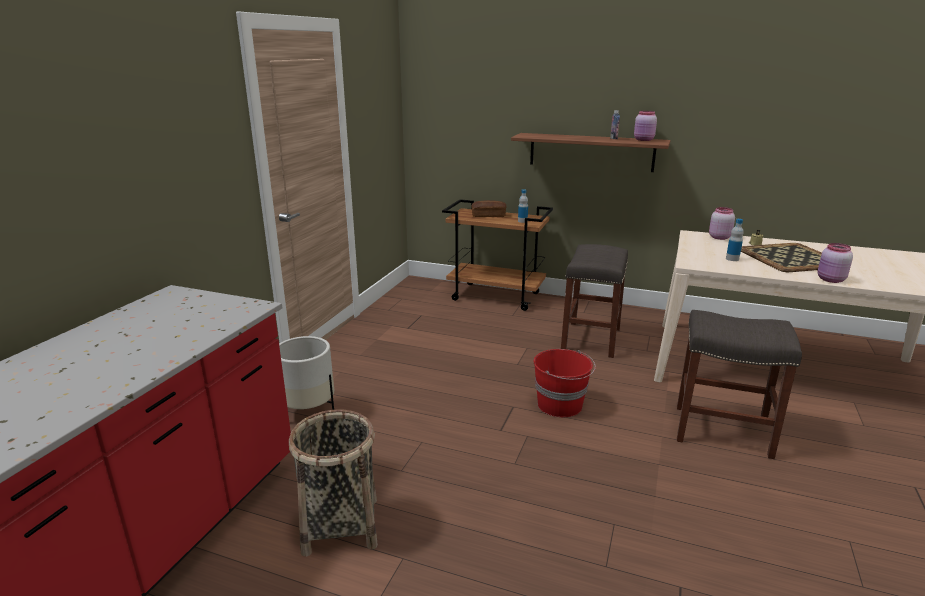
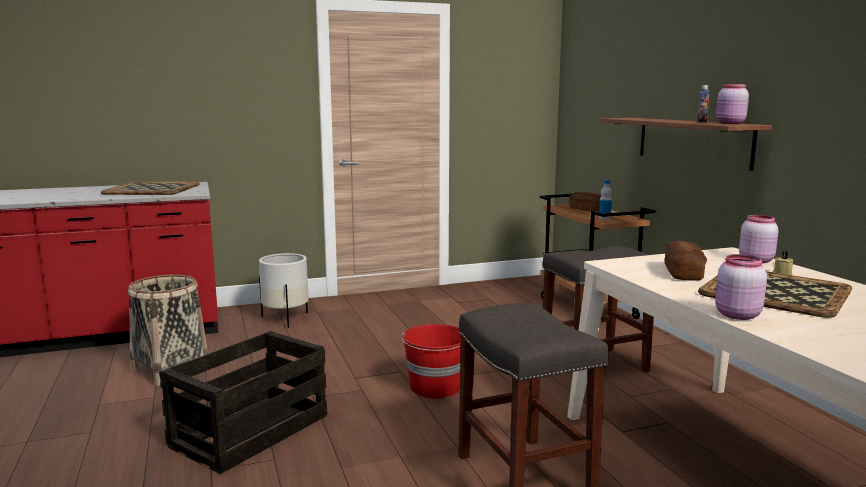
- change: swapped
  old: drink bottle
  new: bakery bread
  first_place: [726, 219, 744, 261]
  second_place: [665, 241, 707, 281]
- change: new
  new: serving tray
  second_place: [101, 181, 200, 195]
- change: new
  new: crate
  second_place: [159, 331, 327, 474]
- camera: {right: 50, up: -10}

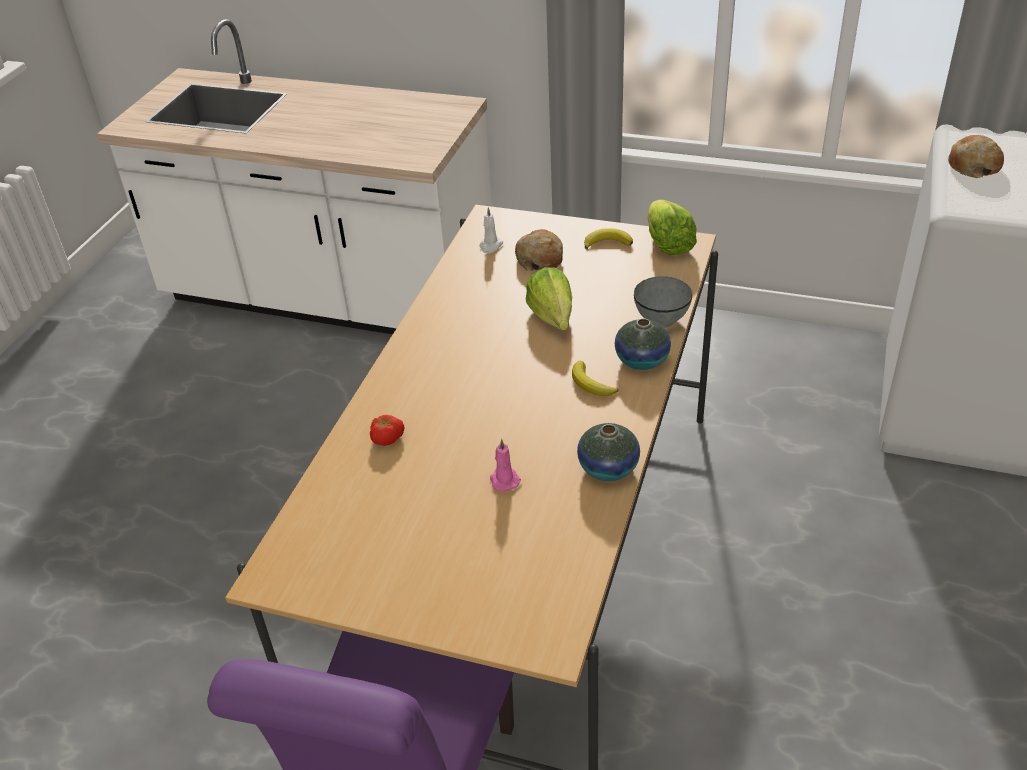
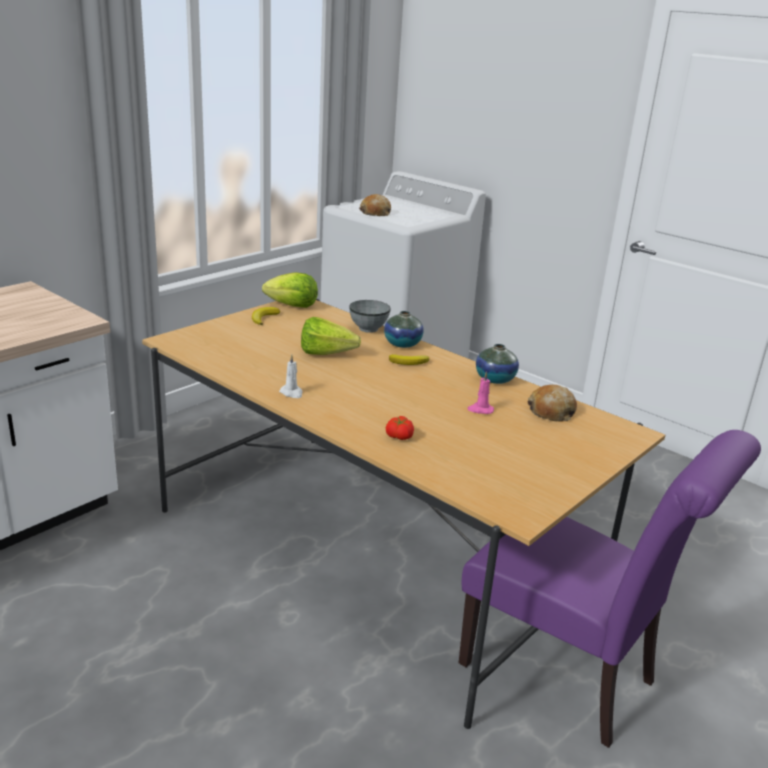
- change: shifted
  old: wax candle (whitish)
  first_place: [479, 207, 503, 253]
  second_place: [279, 355, 303, 398]
- change: shifted
  old: bakery bread
  first_place: [515, 229, 563, 271]
  second_place: [528, 385, 577, 421]
- camera: {right: -70, up: -15}

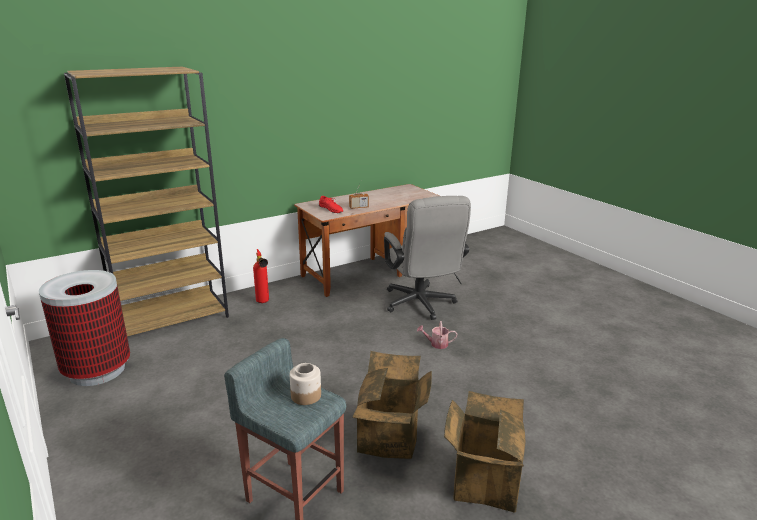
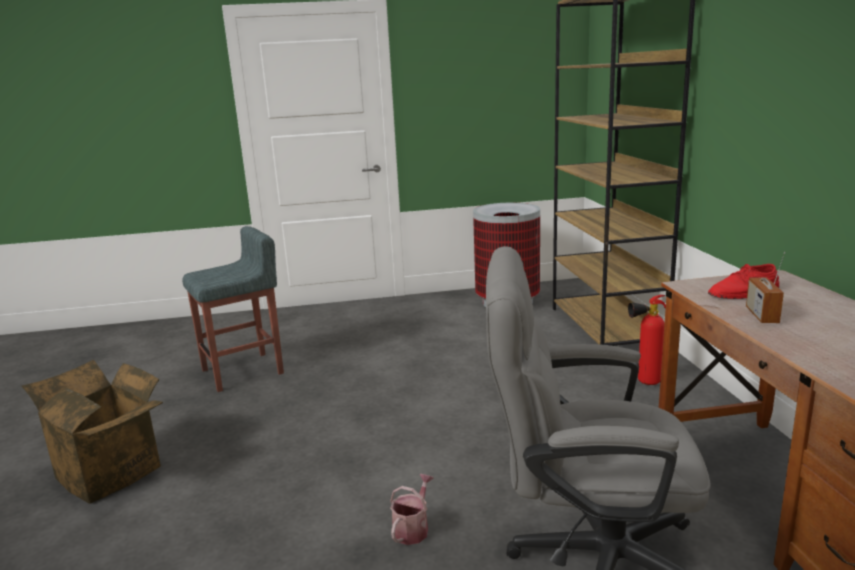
- change: gone
  old: packing box
  first_place: [353, 351, 432, 459]
- change: gone
  old: jar
  first_place: [290, 363, 321, 405]
- camera: {right: 115, up: -5}

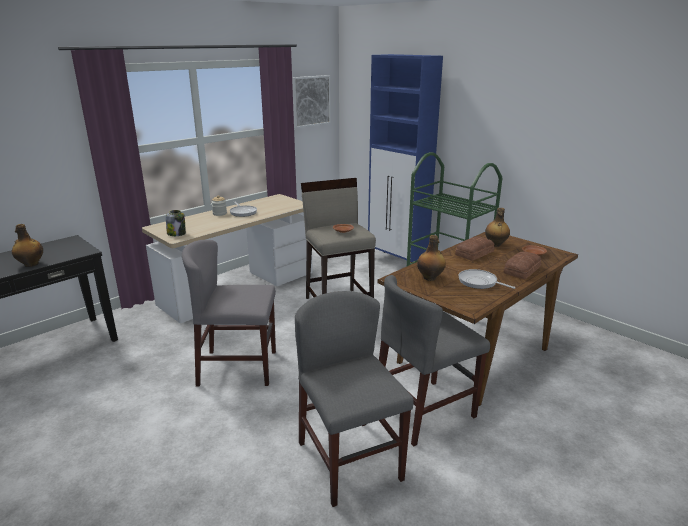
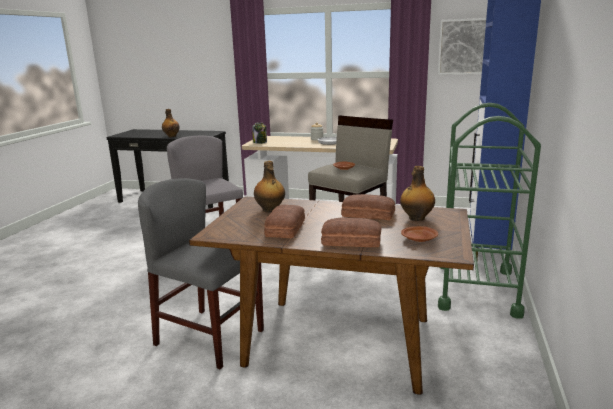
- change: swapped
  old: frying pan
  new: bakery bread
  first_place: [459, 269, 515, 289]
  second_place: [264, 205, 305, 238]
- change: gone
  old: plain chair (gray)
  first_place: [295, 291, 414, 507]
- camera: {right: 60, up: -5}

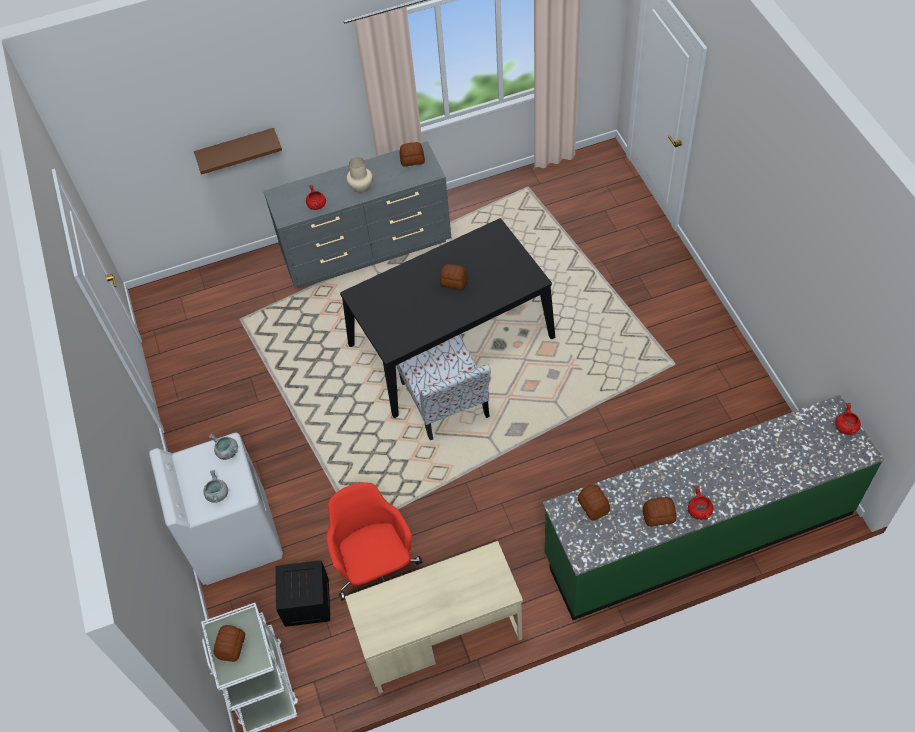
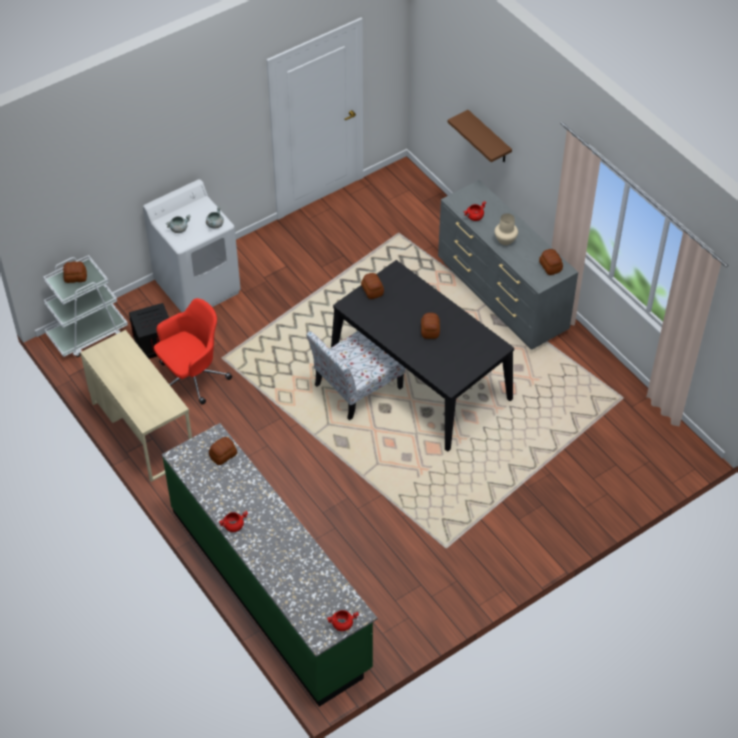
- change: shifted
  old: bakery bread
  first_place: [643, 497, 676, 527]
  second_place: [361, 273, 384, 299]
- camera: {right: 70, up: -5}

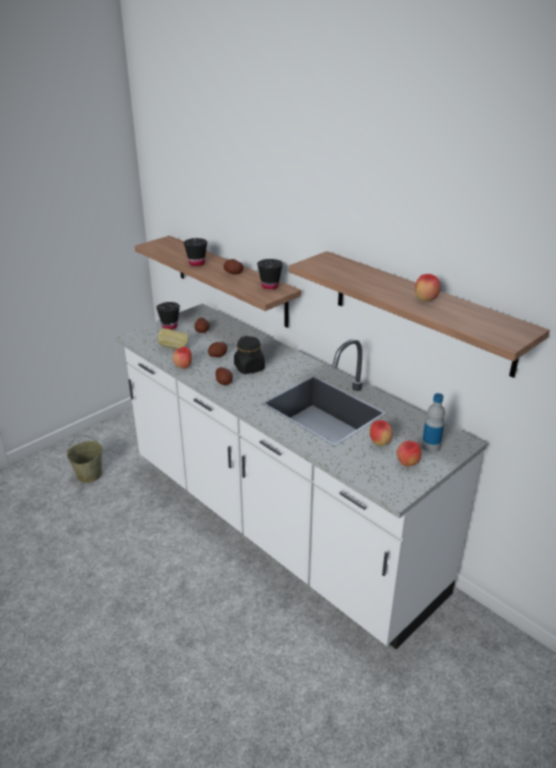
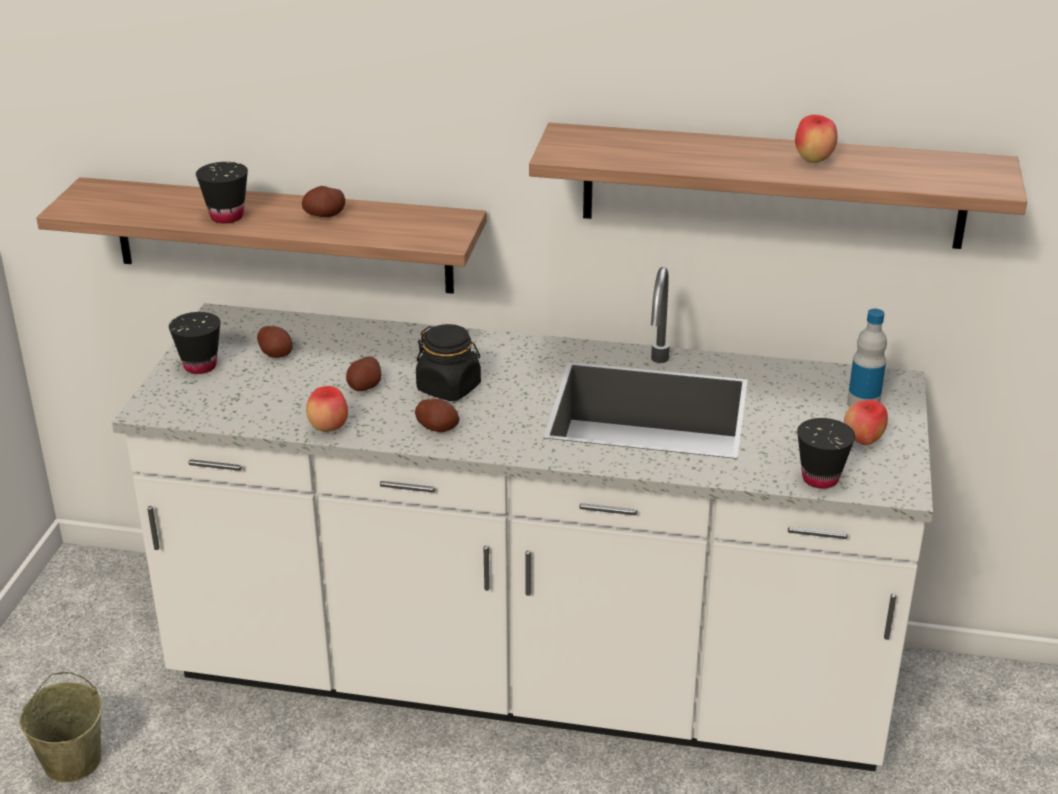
- change: shifted
  old: drinking cup (black-coloured)
  first_place: [257, 259, 283, 289]
  second_place: [797, 418, 855, 489]
- change: gone
  old: bakery bread
  first_place: [157, 328, 189, 349]
- change: gone
  old: whole apple
  first_place: [370, 420, 393, 446]
- camera: {right: -35, up: 0}

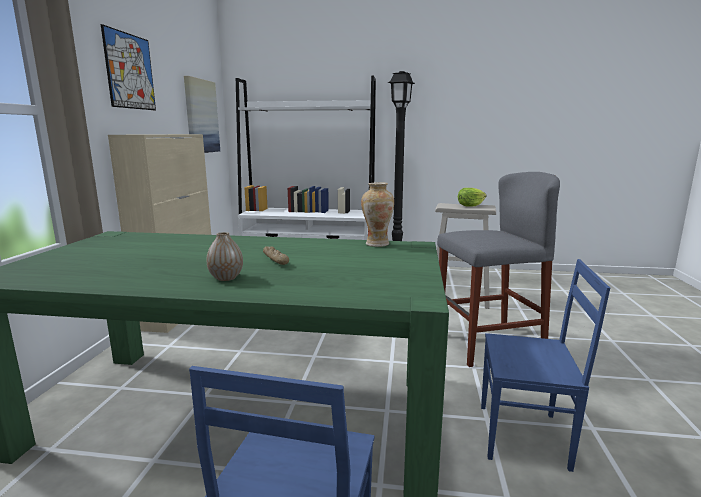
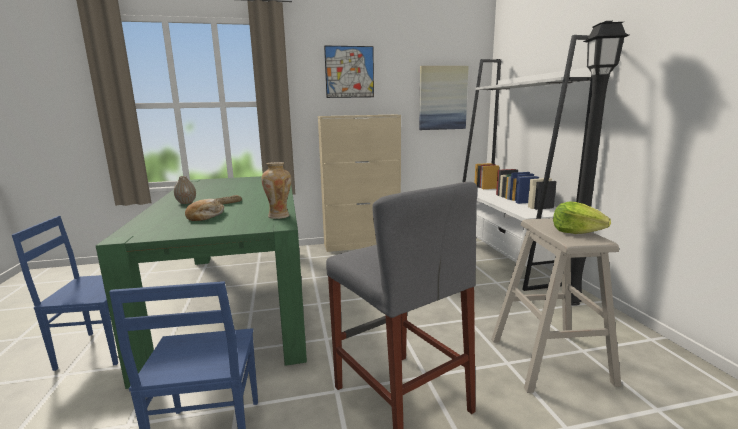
- change: new
  new: bakery bread
  second_place: [185, 199, 224, 221]
- camera: {right: 70, up: 0}

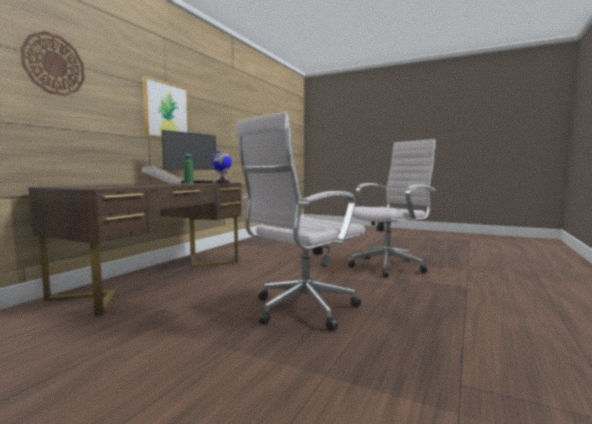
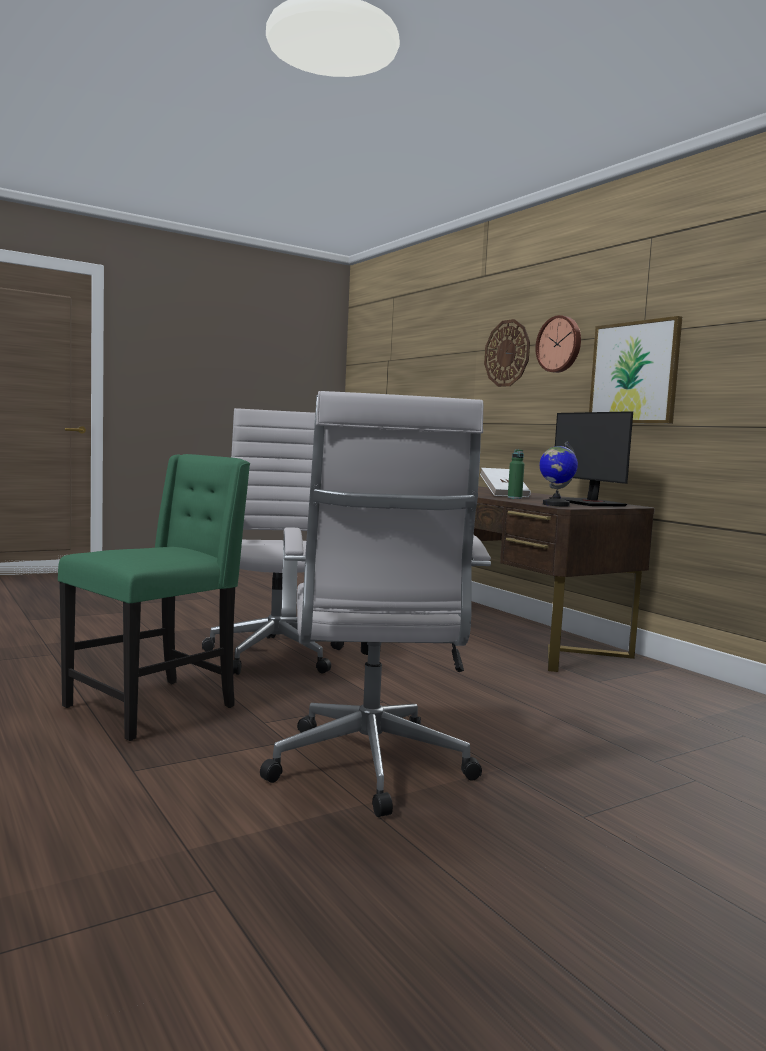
- change: new
  new: hanging clock
  second_place: [535, 315, 581, 373]
- change: new
  new: plain chair (green-coloured)
  second_place: [58, 454, 250, 741]
- camera: {right: 120, up: 0}

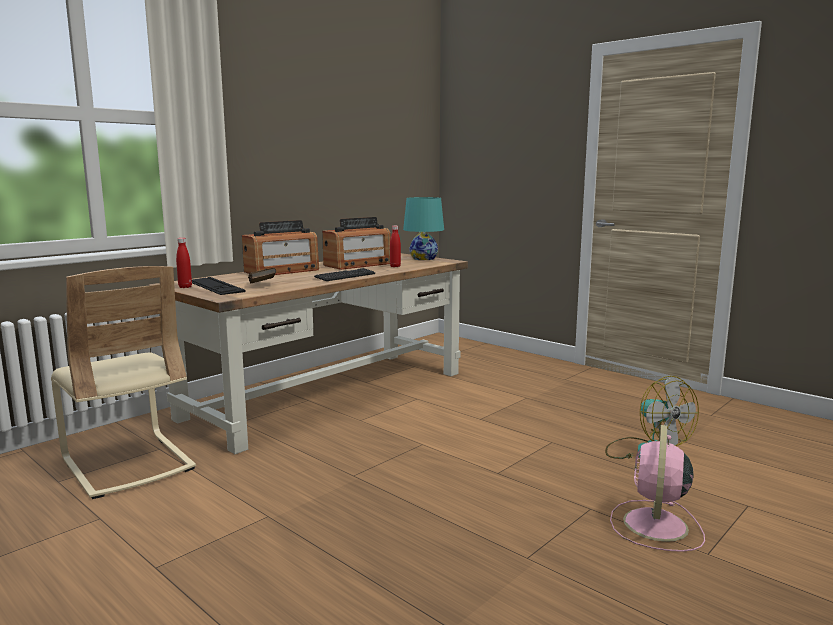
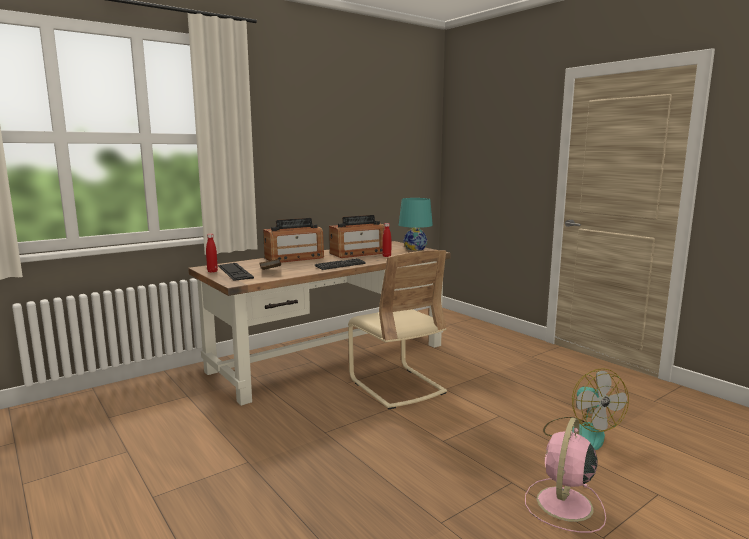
- change: shifted
  old: plain chair (beige-coloured)
  first_place: [51, 266, 196, 499]
  second_place: [348, 250, 447, 409]
- camera: {right: 10, up: 0}

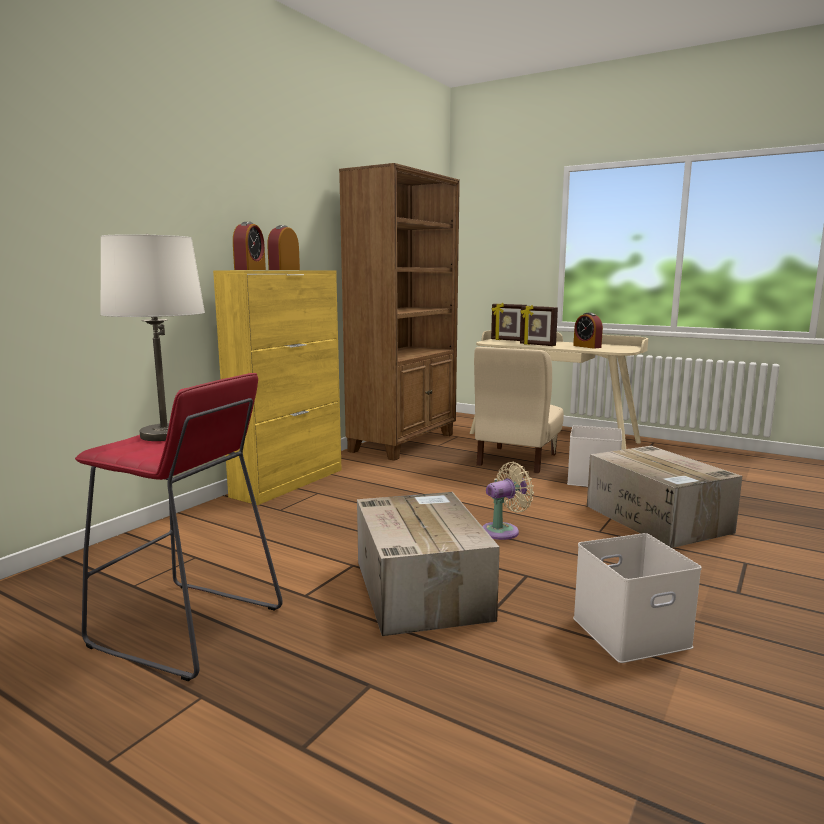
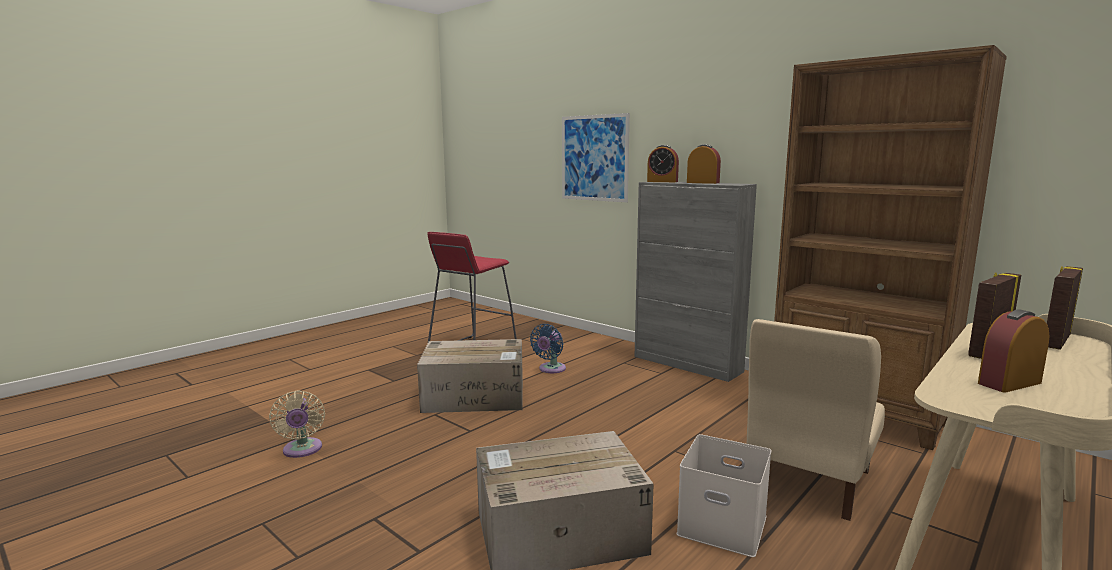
- change: gone
  old: lamp for a table (whitish)
  first_place: [100, 234, 205, 441]
- change: repainted
  old: storage cabinet (yellow)
  new: storage cabinet (gray)
  first_place: [213, 270, 341, 505]
  second_place: [634, 182, 757, 382]
- change: rotated
  old: plain chair (beige-coloured)
  first_place: [474, 347, 564, 473]
  second_place: [747, 319, 885, 521]
  degrees: -90
- change: shifted
  old: electric fan (beige-coloured)
  first_place: [482, 462, 534, 540]
  second_place: [269, 391, 325, 458]
- change: gone
  old: storage bin (whitish)
  first_place: [573, 533, 702, 663]
- change: new
  new: picture
  second_place: [562, 113, 630, 202]
- change: new
  new: electric fan (blue)
  second_place: [530, 324, 566, 373]
- camera: {right: 100, up: 0}

